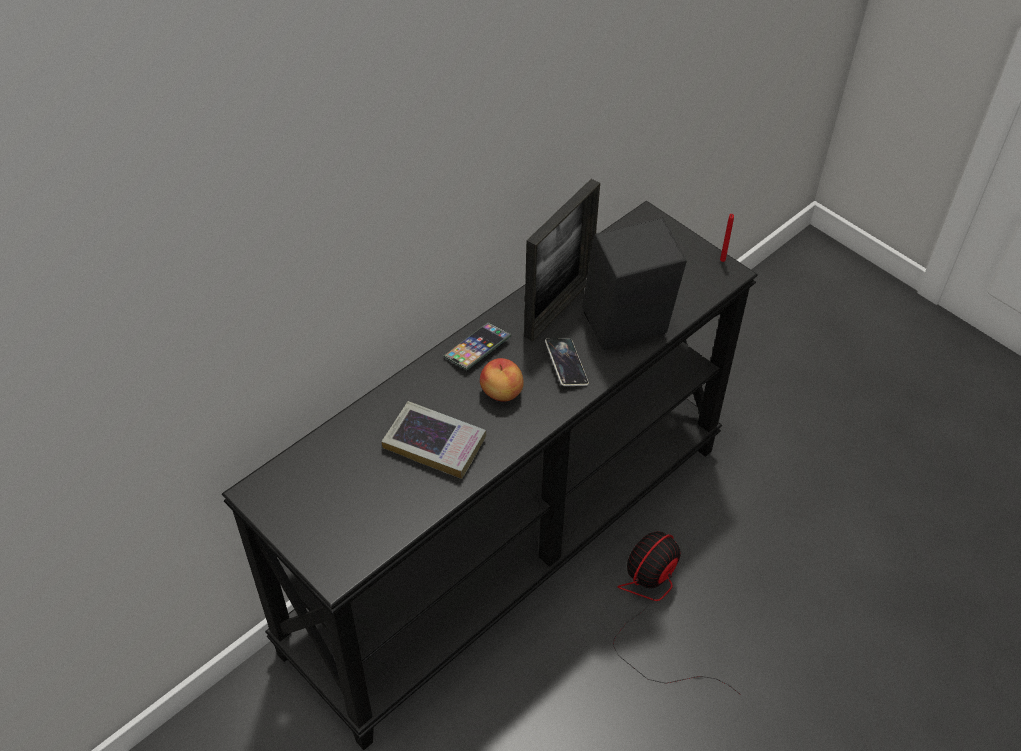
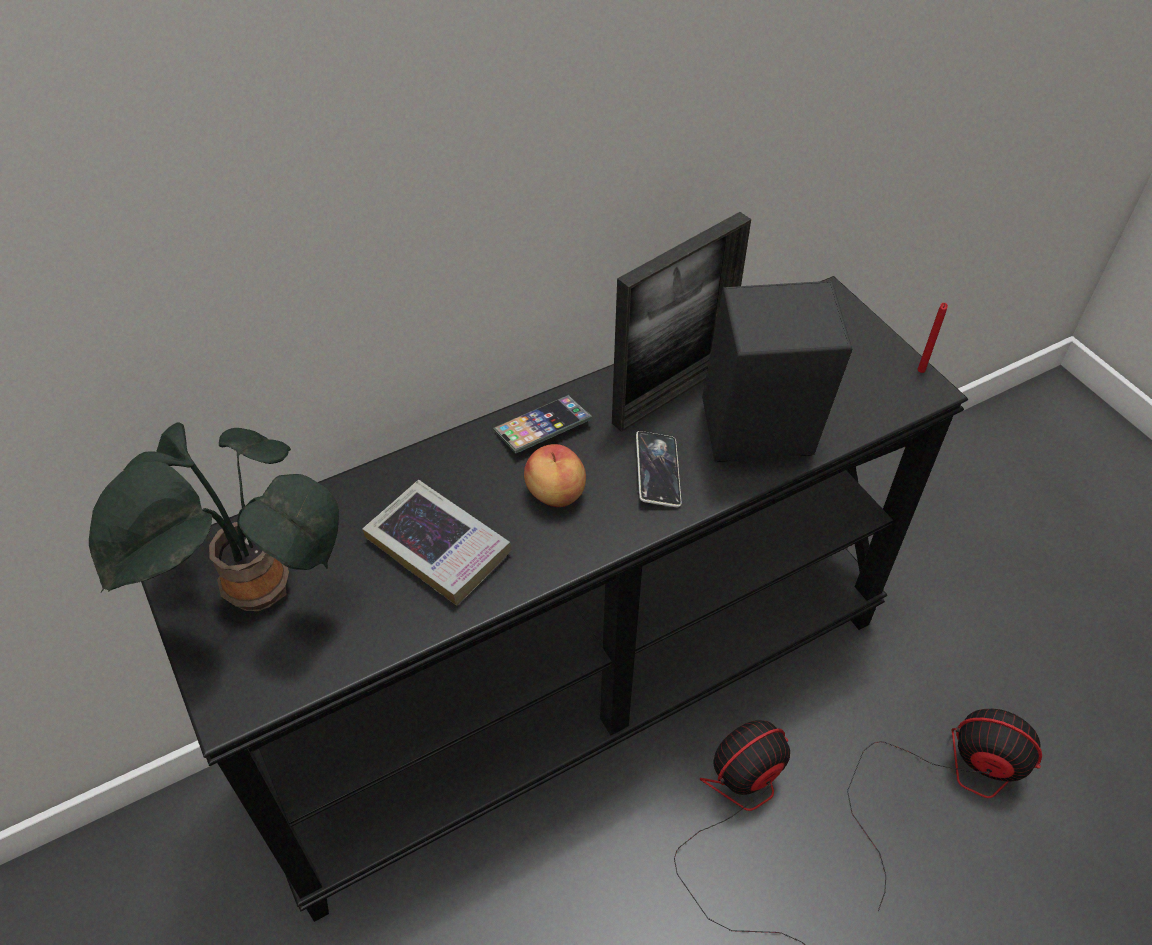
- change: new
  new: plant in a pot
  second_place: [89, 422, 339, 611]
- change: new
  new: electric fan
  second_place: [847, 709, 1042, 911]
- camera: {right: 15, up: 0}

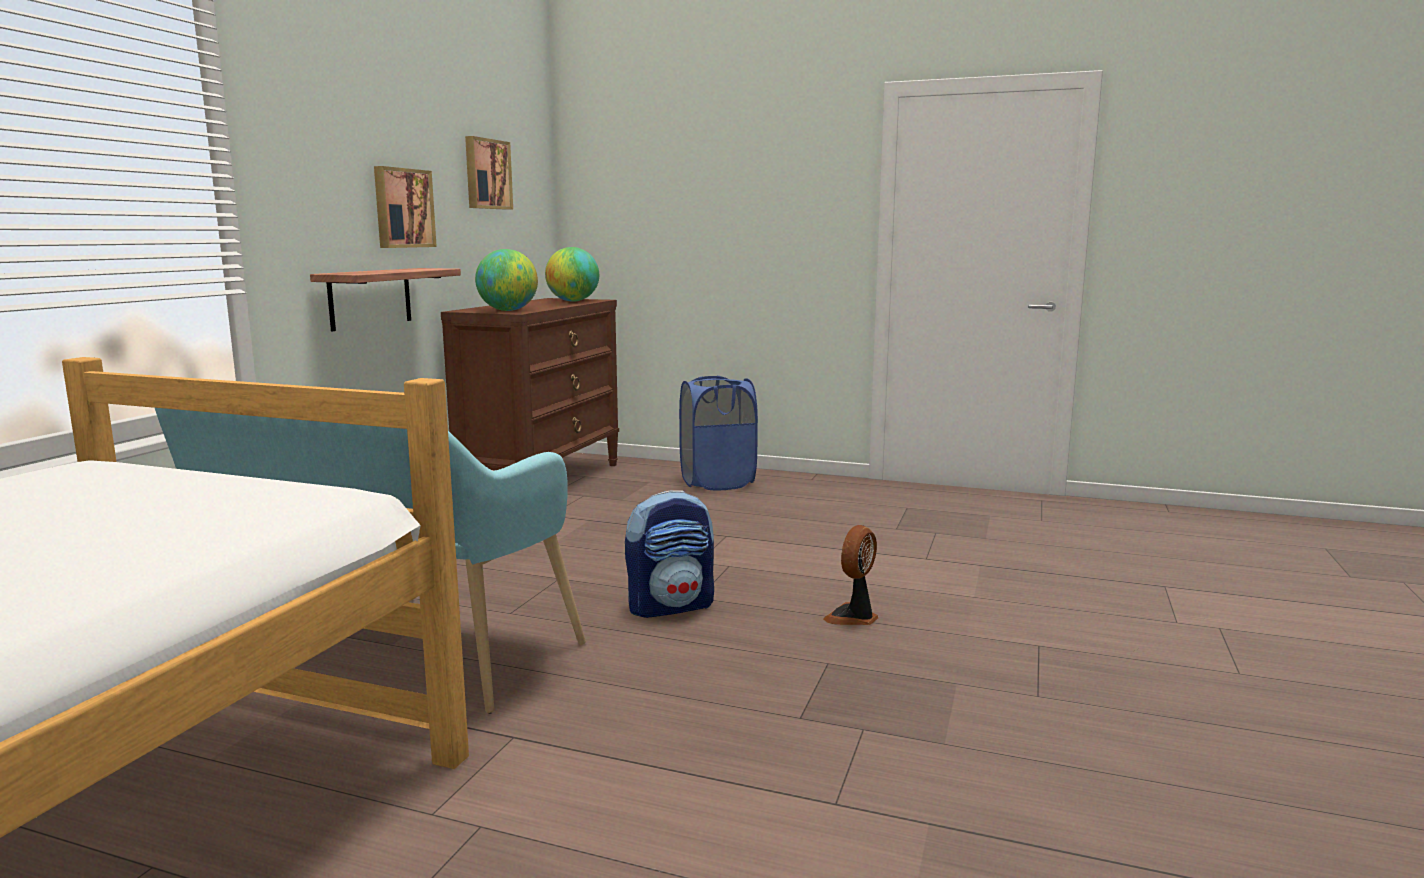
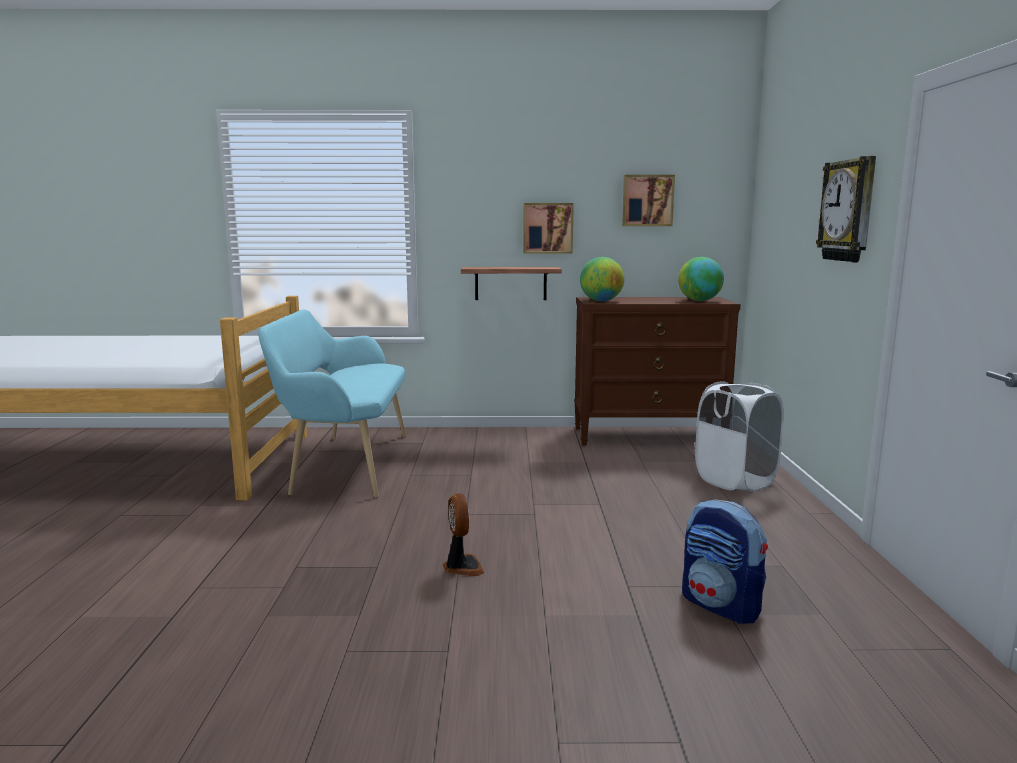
- change: repainted
  old: laundry basket (blue)
  new: laundry basket (whitish)
  first_place: [679, 376, 758, 490]
  second_place: [695, 382, 784, 492]
- change: shifted
  old: knapsack
  first_place: [625, 490, 714, 618]
  second_place: [682, 500, 768, 624]
- change: rotated
  old: electric fan
  first_place: [823, 525, 879, 625]
  second_place: [443, 493, 484, 576]
  degrees: 60
- change: new
  new: hanging clock
  second_place: [816, 156, 876, 262]
- camera: {right: 70, up: 0}

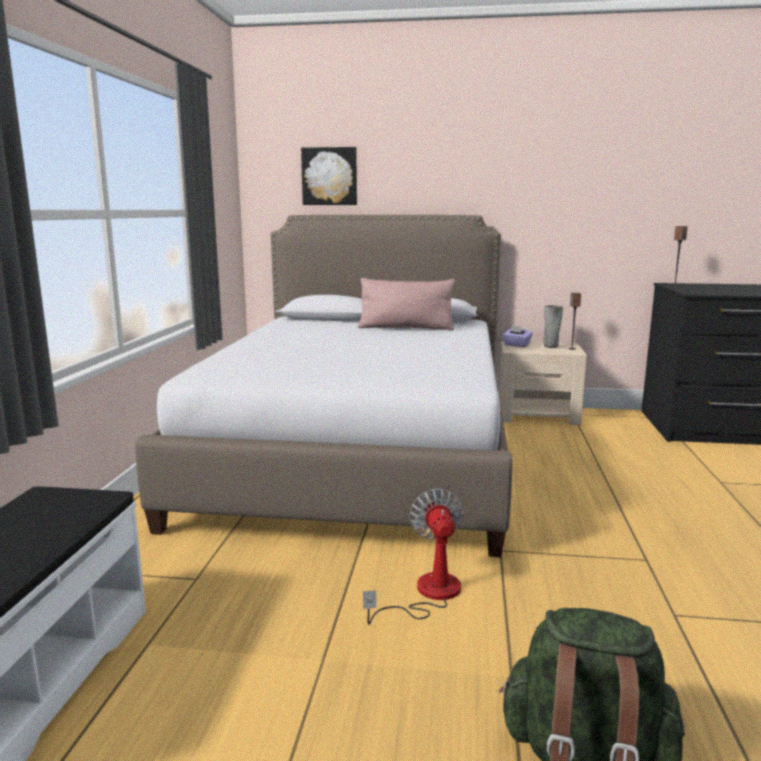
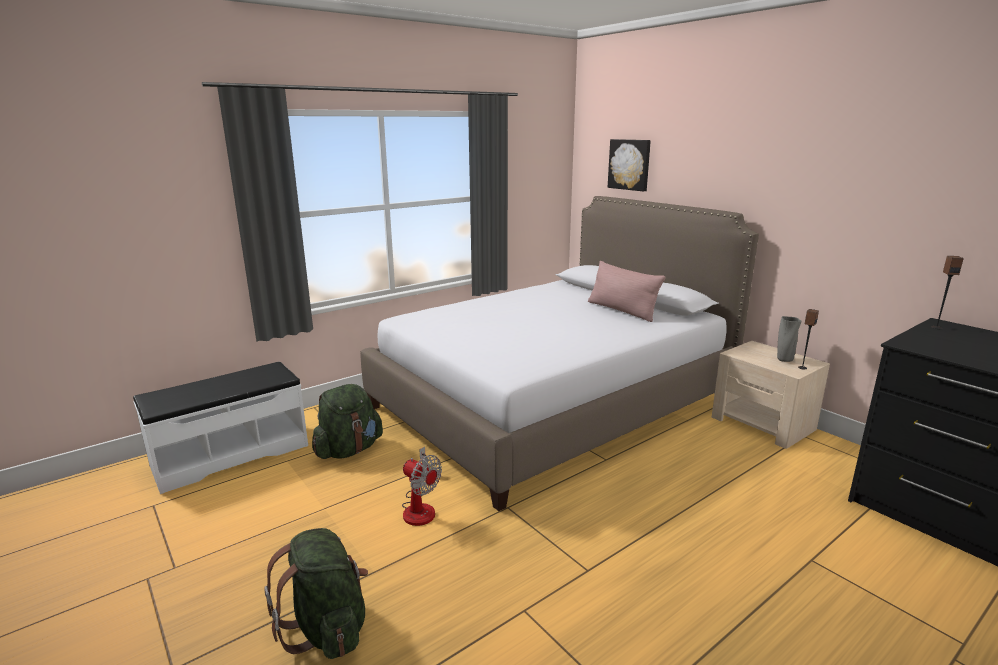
- change: gone
  old: box of tissues (purplish)
  first_place: [502, 325, 533, 347]
- change: rotated
  old: electric fan
  first_place: [363, 489, 464, 624]
  second_place: [402, 447, 442, 526]
  degrees: 90
- change: new
  new: knapsack (green-coloured)
  second_place: [312, 384, 383, 459]
- camera: {right: 45, up: 5}

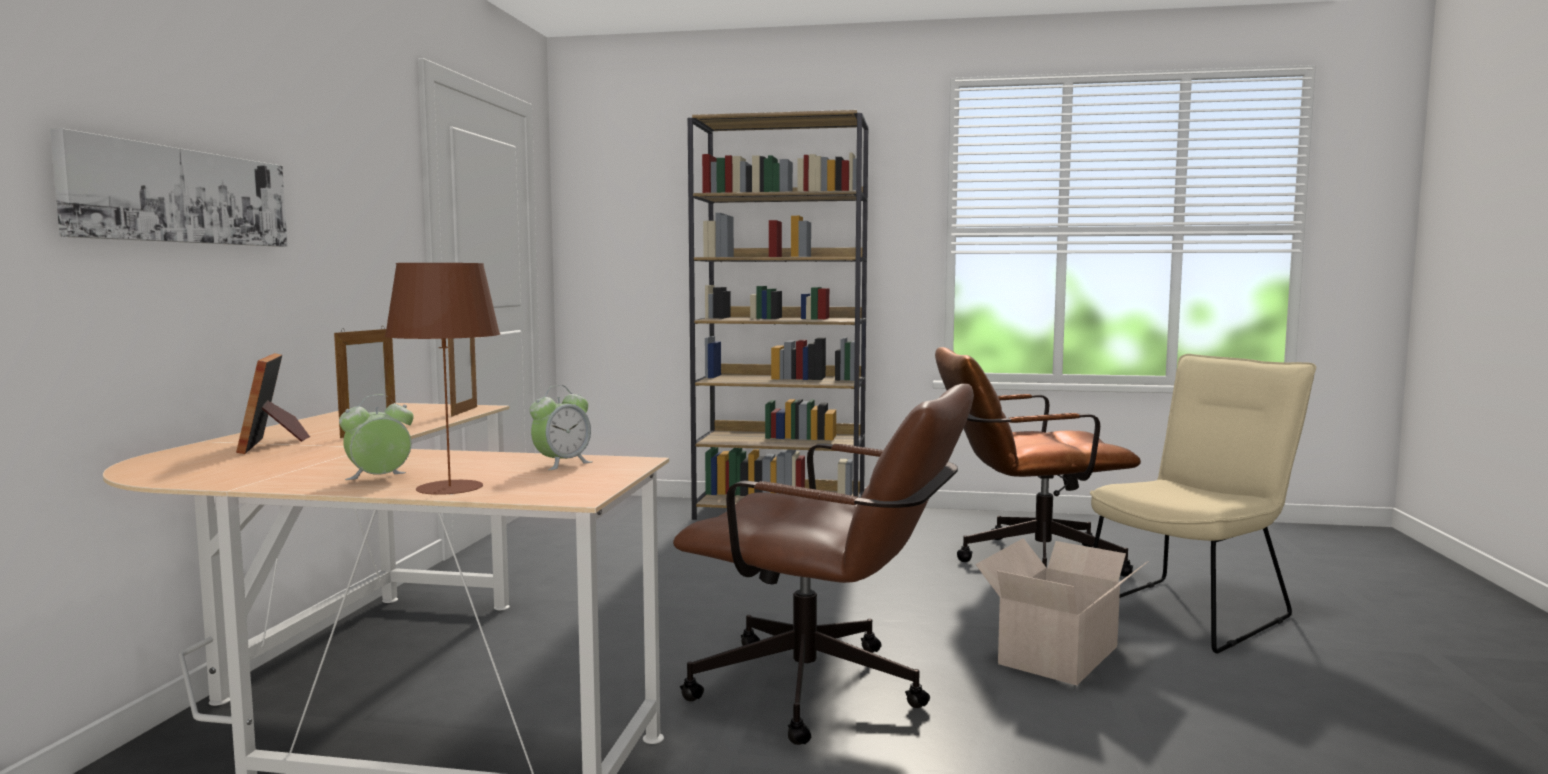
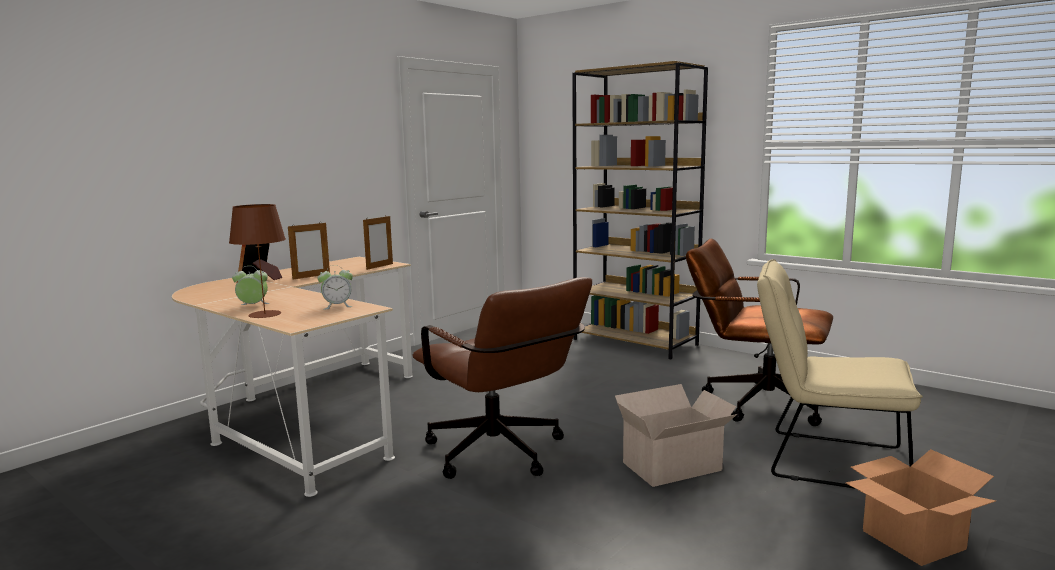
- change: gone
  old: picture
  first_place: [50, 128, 287, 247]
- change: rotated
  old: plain chair (beige-coloured)
  first_place: [1090, 354, 1316, 653]
  second_place: [757, 259, 923, 489]
  degrees: -150
- change: new
  new: packing box
  second_place: [845, 449, 996, 566]
- camera: {right: 30, up: 5}

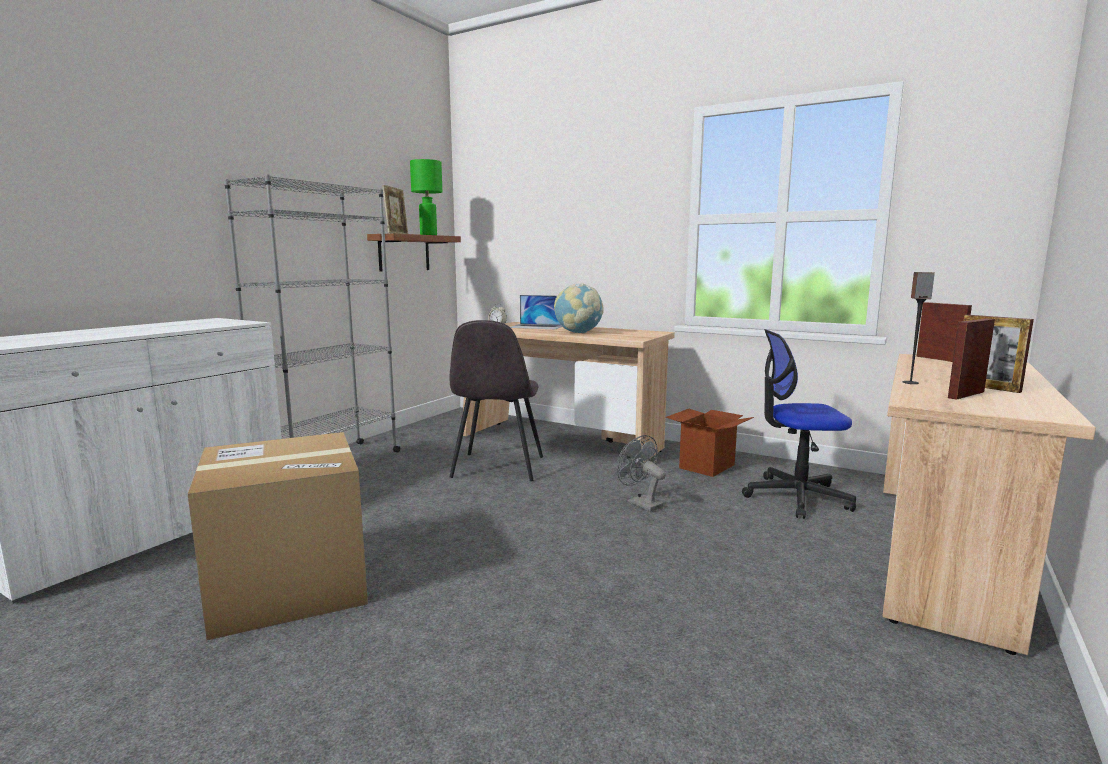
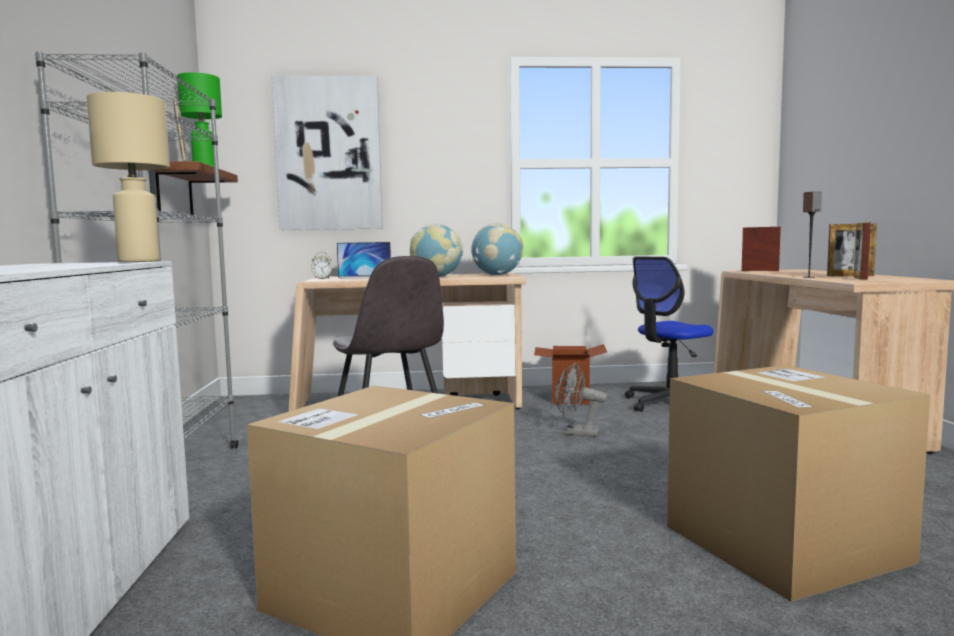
- change: new
  new: picture
  second_place: [272, 76, 383, 230]
- change: new
  new: lamp for a table (beige-coloured)
  second_place: [87, 92, 170, 262]
- change: new
  new: desk globe
  second_place: [471, 223, 523, 275]
- change: new
  new: packing box
  second_place: [667, 365, 930, 602]
- camera: {right: -35, up: -5}

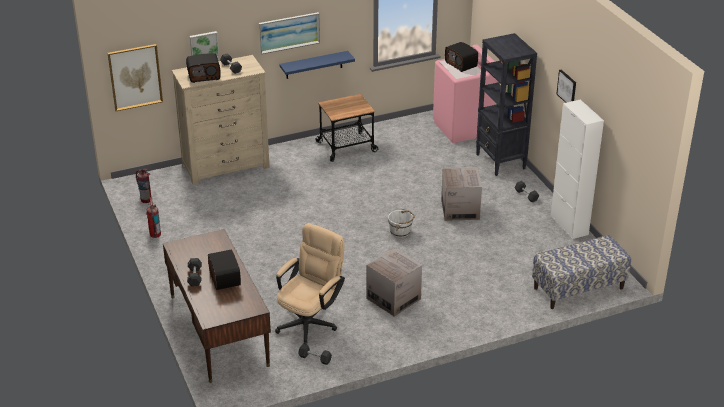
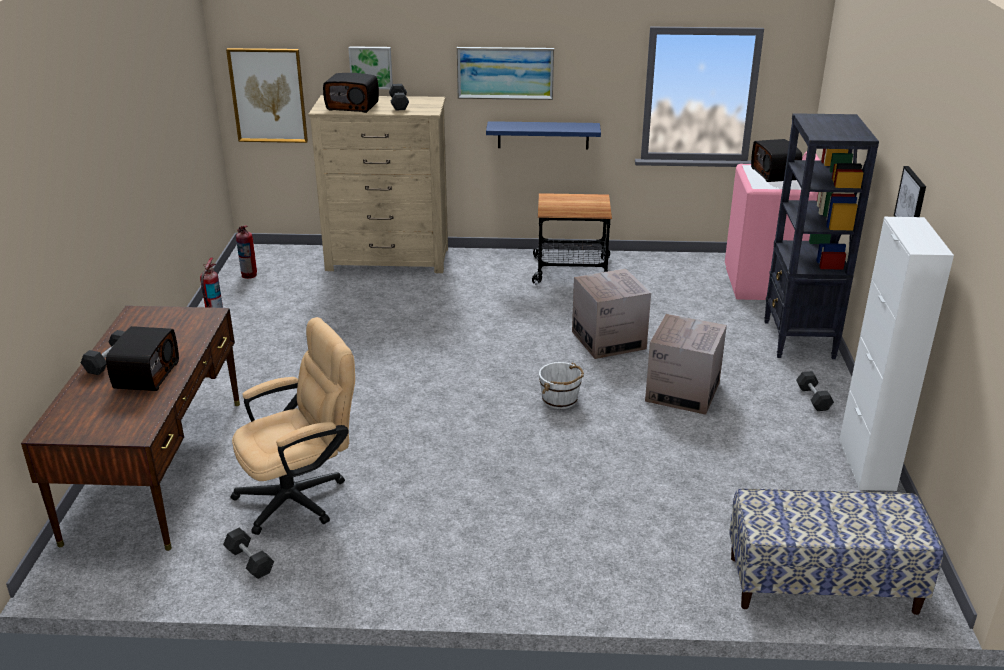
- change: shifted
  old: packing box
  first_place: [366, 249, 422, 316]
  second_place: [572, 269, 651, 359]
- camera: {right: 25, up: -5}

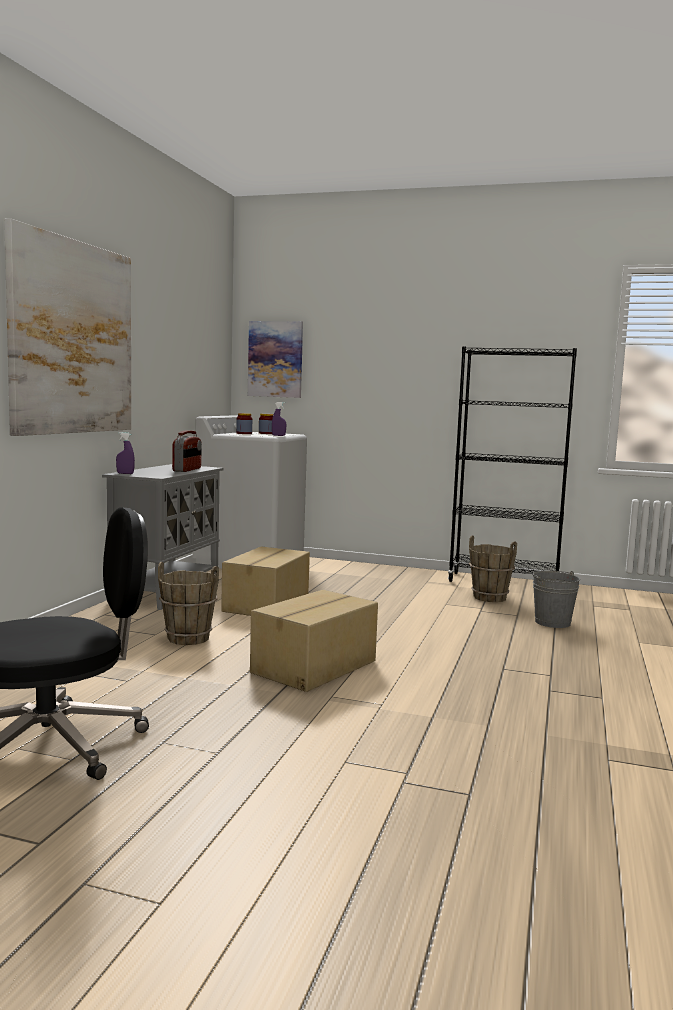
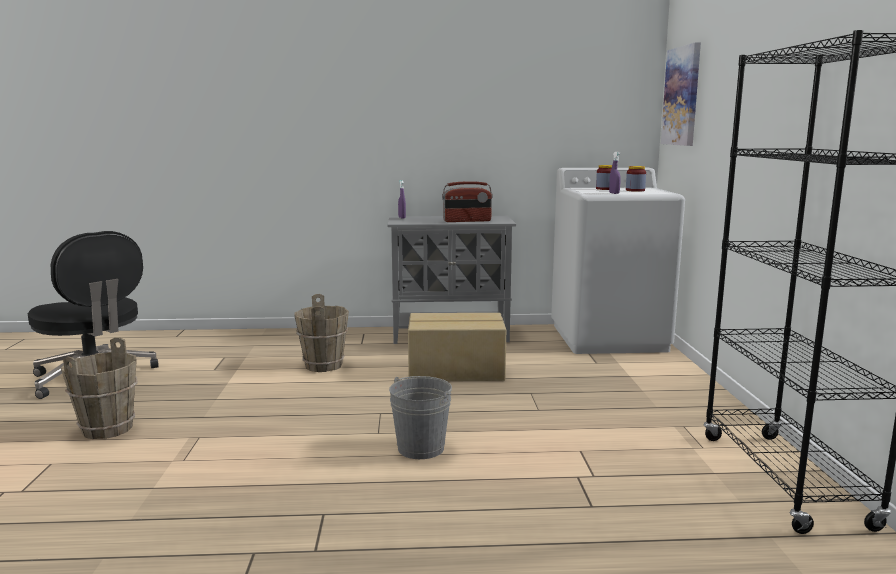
- change: gone
  old: picture
  first_place: [4, 218, 131, 436]
- change: shifted
  old: water bucket (brown-coloured)
  first_place: [469, 535, 517, 602]
  second_place: [61, 337, 138, 439]
- change: shifted
  old: water bucket (gray)
  first_place: [533, 571, 580, 628]
  second_place: [389, 376, 452, 459]
- change: gone
  old: packing box
  first_place: [250, 590, 378, 692]
- camera: {right: 70, up: 5}

